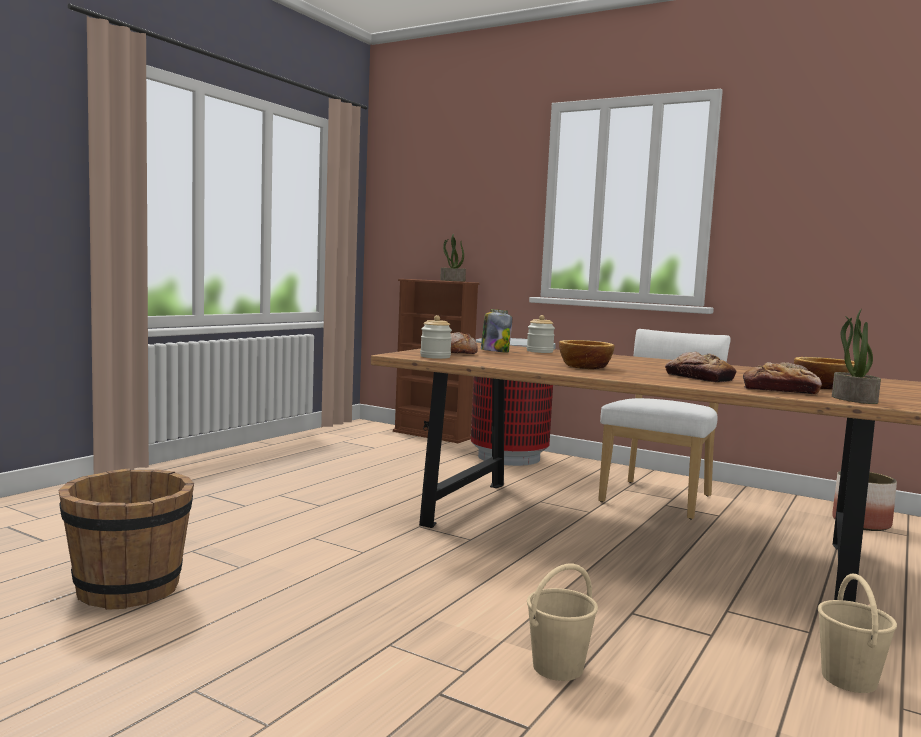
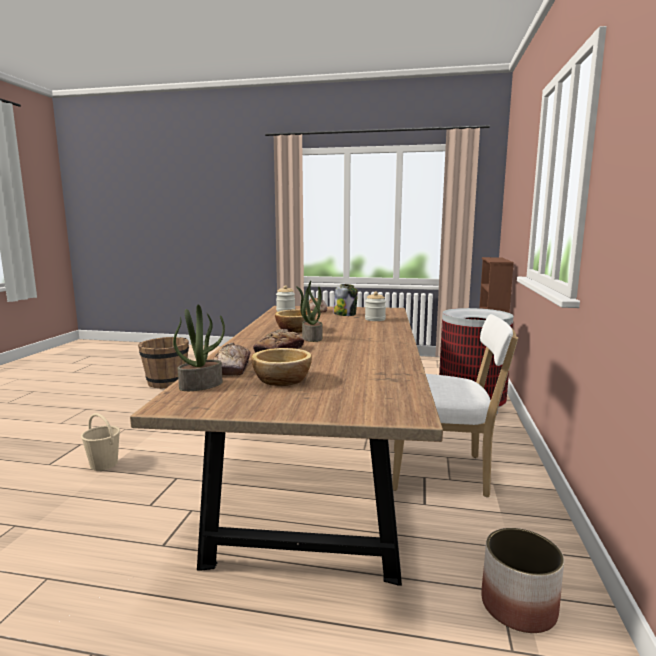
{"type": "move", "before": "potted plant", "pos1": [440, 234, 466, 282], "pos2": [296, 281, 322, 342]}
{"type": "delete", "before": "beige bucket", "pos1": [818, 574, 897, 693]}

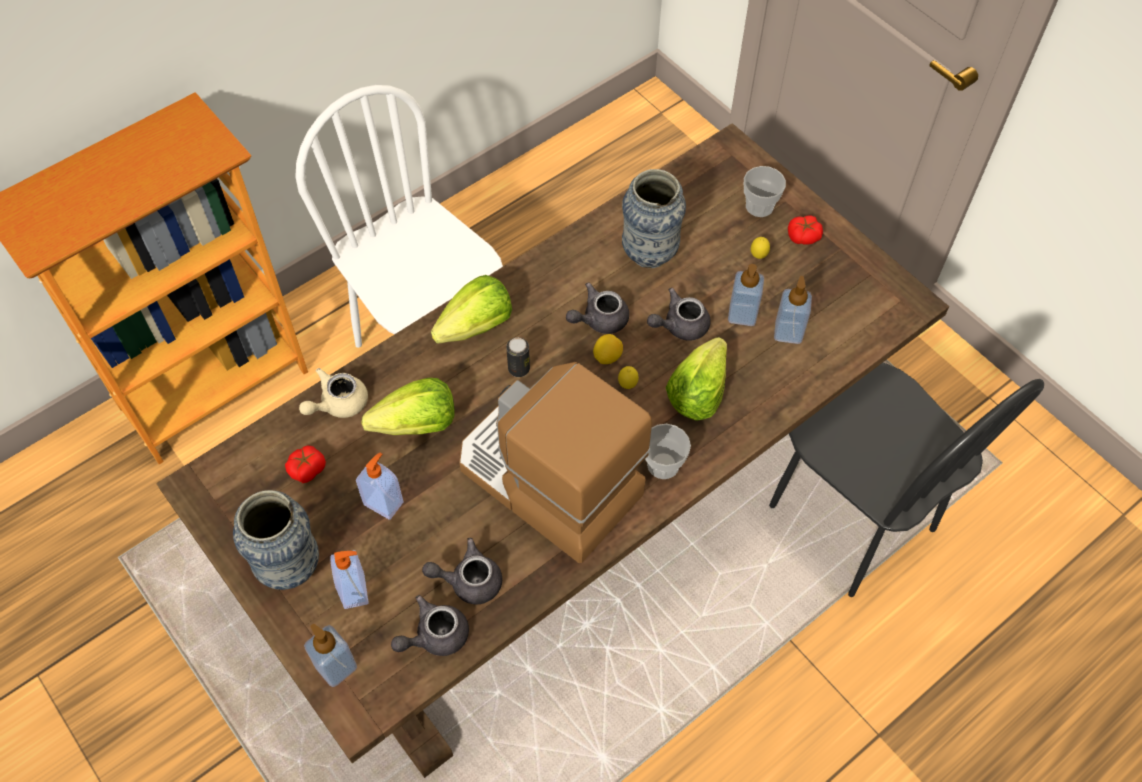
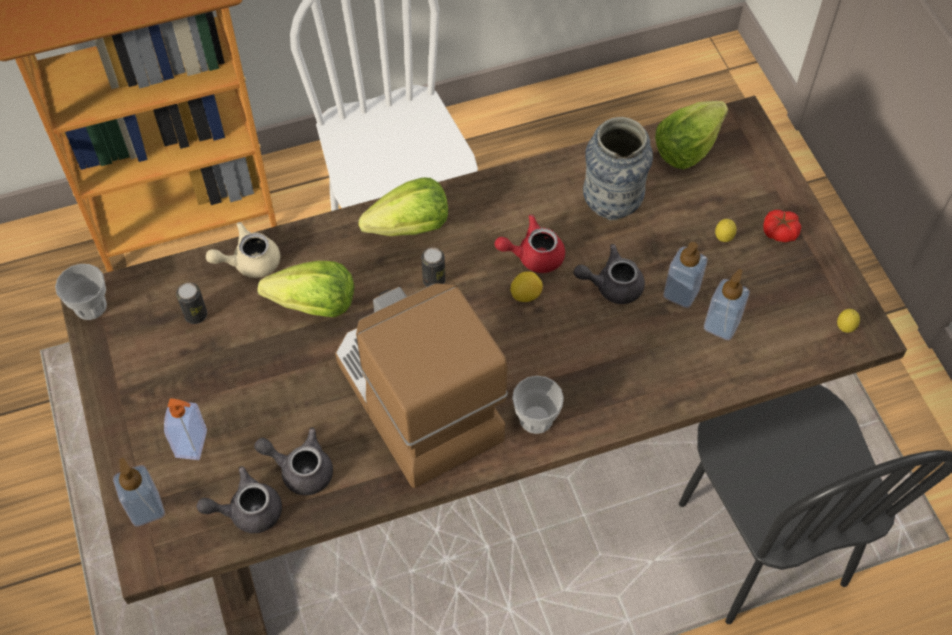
{"type": "move", "before": "cup", "pos1": [744, 166, 786, 217], "pos2": [55, 264, 107, 320]}
{"type": "replace", "before": "tomato", "after": "can", "pos1": [285, 445, 326, 483], "pos2": [176, 283, 207, 324]}
{"type": "recolor", "before": "grey teapot", "after": "red teapot", "pos1": [566, 282, 629, 334], "pos2": [495, 215, 565, 273]}
{"type": "move", "before": "lettuce", "pos1": [665, 337, 727, 421], "pos2": [655, 101, 728, 170]}
{"type": "move", "before": "lemon", "pos1": [618, 366, 639, 389], "pos2": [837, 309, 860, 333]}
{"type": "delete", "before": "vase", "pos1": [233, 490, 319, 590]}
{"type": "delete", "before": "soap dispenser", "pos1": [356, 453, 404, 520]}

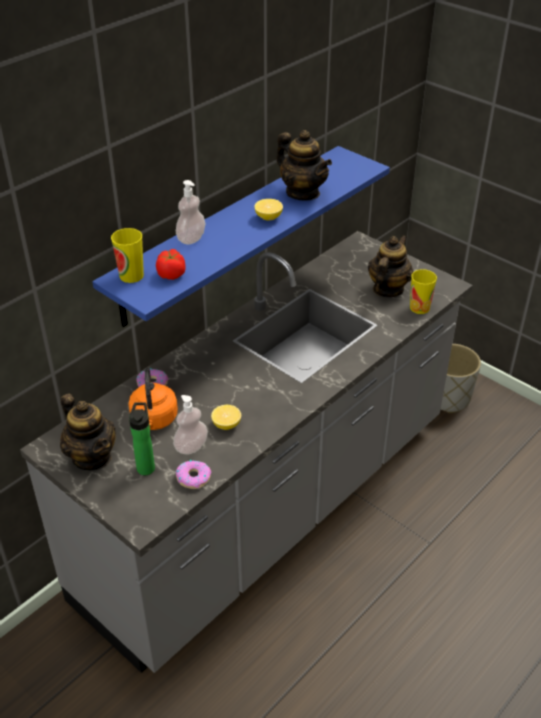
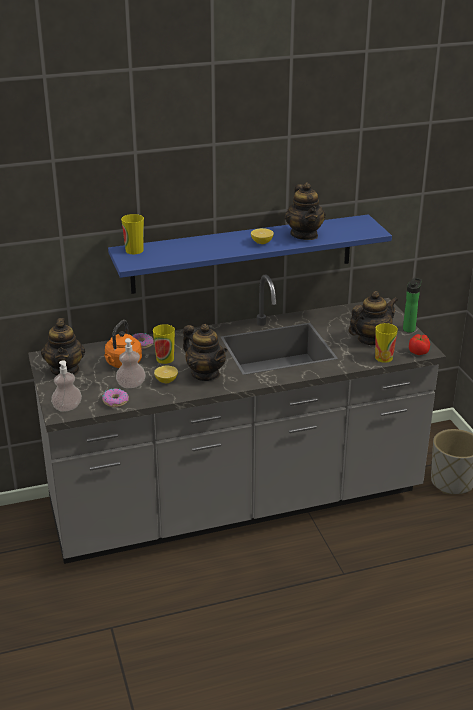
{"type": "move", "before": "soap dispenser", "pos1": [176, 180, 205, 245], "pos2": [51, 360, 82, 412]}
{"type": "insert", "after": "cup", "pos2": [153, 324, 175, 364]}
{"type": "insert", "after": "teapot", "pos2": [183, 324, 228, 381]}
{"type": "move", "before": "bottle", "pos1": [129, 402, 155, 475], "pos2": [403, 278, 422, 333]}
{"type": "move", "before": "tomato", "pos1": [156, 249, 186, 280], "pos2": [409, 334, 430, 355]}

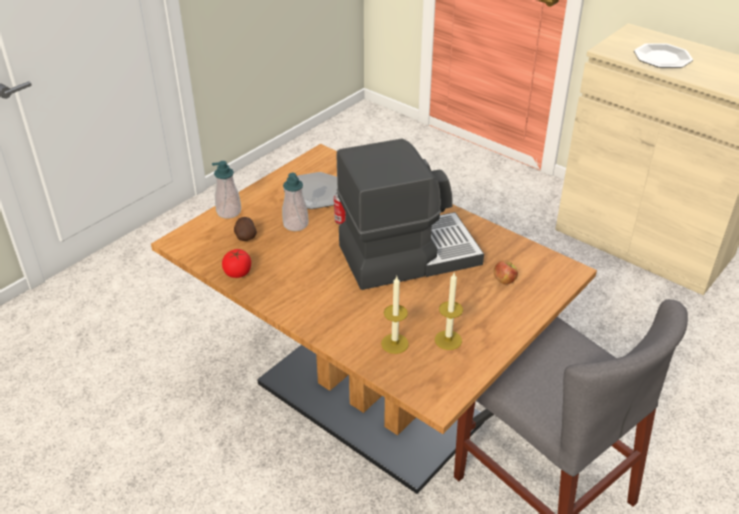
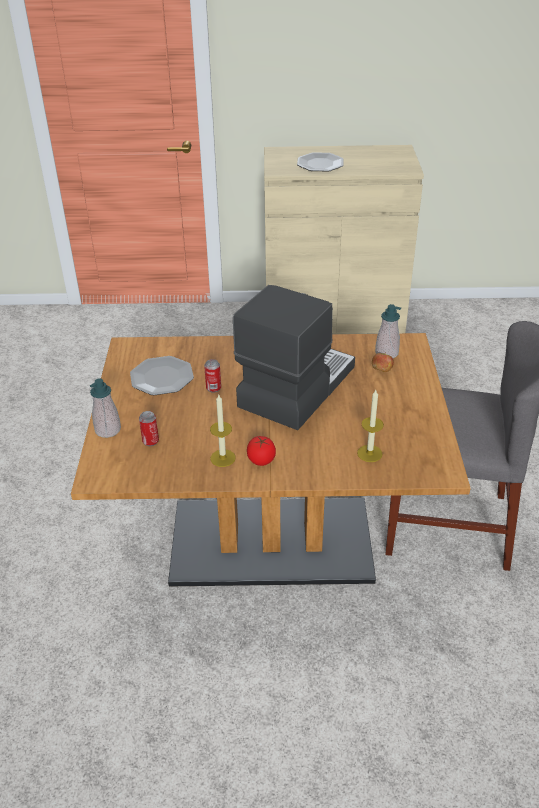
{"type": "replace", "before": "potato", "after": "can", "pos1": [234, 217, 257, 241], "pos2": [139, 411, 159, 446]}
{"type": "move", "before": "candle", "pos1": [435, 273, 463, 350], "pos2": [210, 395, 236, 467]}
{"type": "move", "before": "tomato", "pos1": [222, 249, 251, 278], "pos2": [247, 436, 276, 466]}
{"type": "move", "before": "soap dispenser", "pos1": [282, 173, 309, 231], "pos2": [375, 304, 401, 358]}

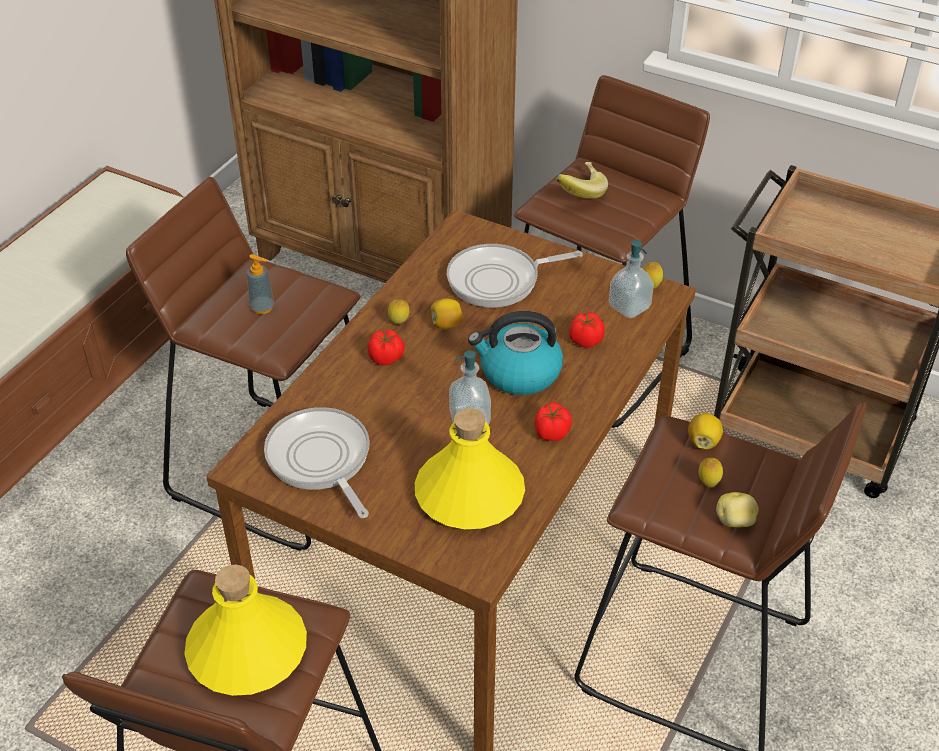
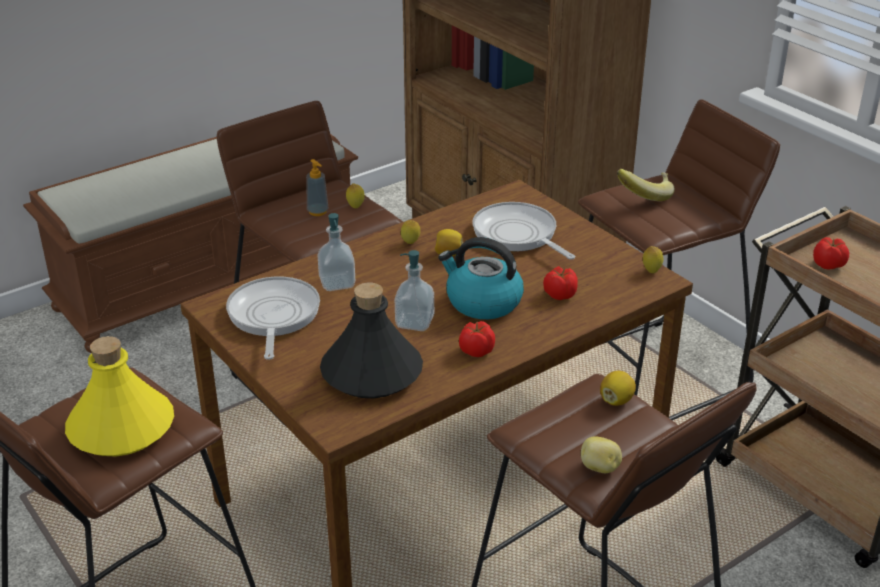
{"type": "move", "before": "soap dispenser", "pos1": [609, 240, 654, 319], "pos2": [317, 213, 355, 291]}
{"type": "recolor", "before": "yellow bottle", "after": "black bottle", "pos1": [415, 408, 525, 529], "pos2": [320, 282, 423, 398]}
{"type": "move", "before": "lemon", "pos1": [699, 458, 723, 487], "pos2": [346, 183, 365, 209]}
{"type": "rotate", "before": "frying pan", "pos1": [447, 244, 583, 307], "pos2": [472, 202, 575, 260], "turn": 45}
{"type": "move", "before": "tomato", "pos1": [367, 330, 405, 366], "pos2": [813, 237, 849, 269]}

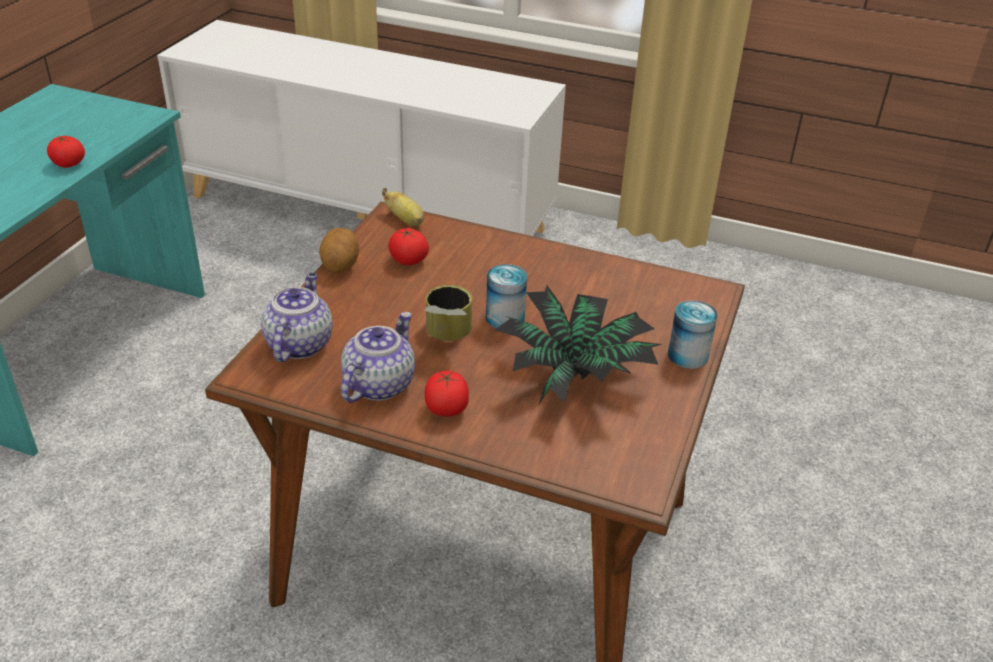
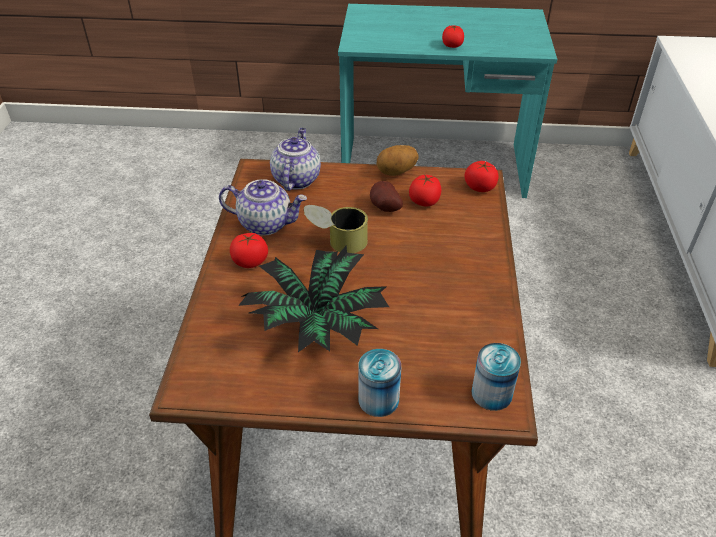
{"type": "rotate", "before": "teapot", "pos1": [261, 273, 333, 362], "pos2": [270, 128, 321, 191], "turn": -75}
{"type": "insert", "after": "potato", "pos2": [370, 181, 403, 212]}
{"type": "replace", "before": "banana", "after": "tomato", "pos1": [382, 188, 424, 226], "pos2": [465, 161, 499, 192]}
{"type": "move", "before": "can", "pos1": [486, 264, 527, 328], "pos2": [472, 343, 521, 411]}

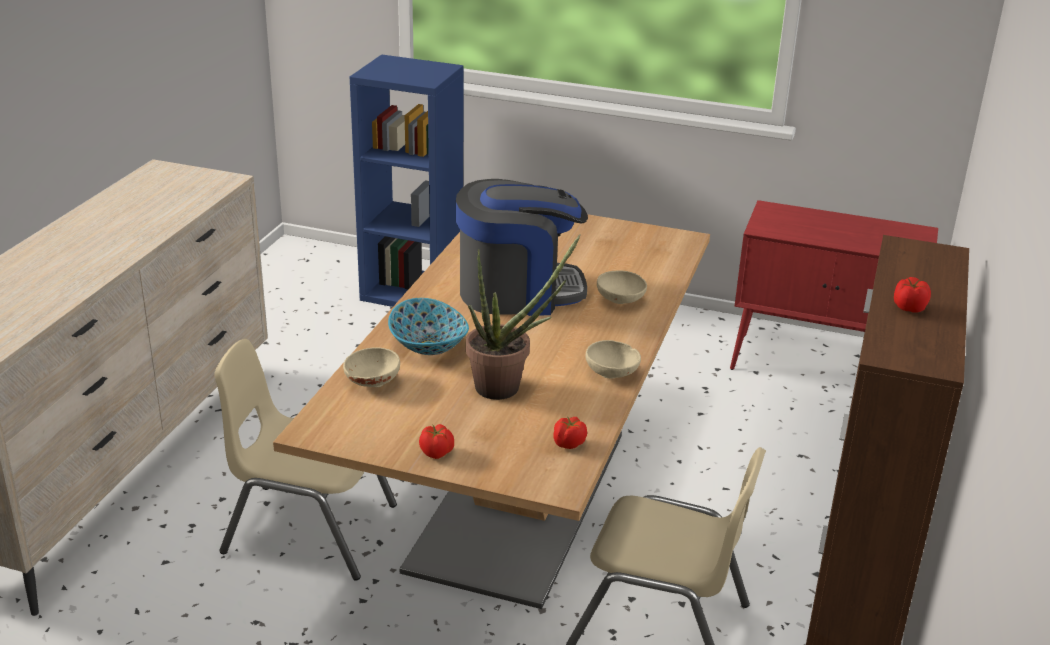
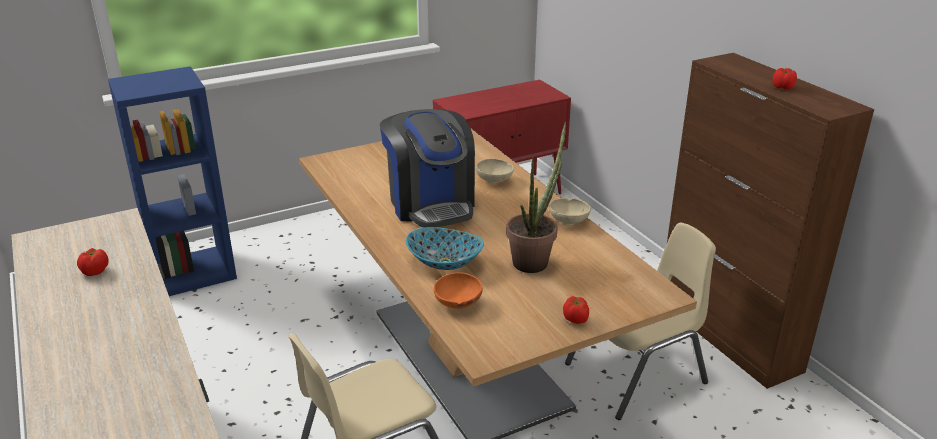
{"type": "move", "before": "tomato", "pos1": [553, 417, 587, 449], "pos2": [77, 248, 109, 276]}
{"type": "rotate", "before": "coffee machine", "pos1": [456, 179, 588, 316], "pos2": [380, 109, 475, 228], "turn": 120}
{"type": "recolor", "before": "beige bowl", "after": "orange bowl", "pos1": [343, 347, 400, 387], "pos2": [434, 272, 483, 309]}

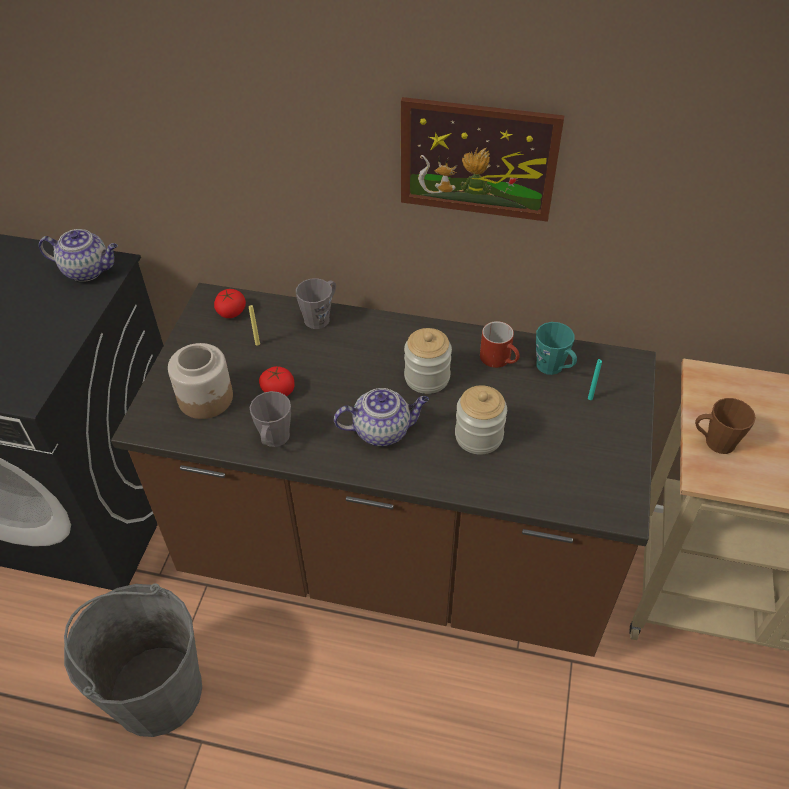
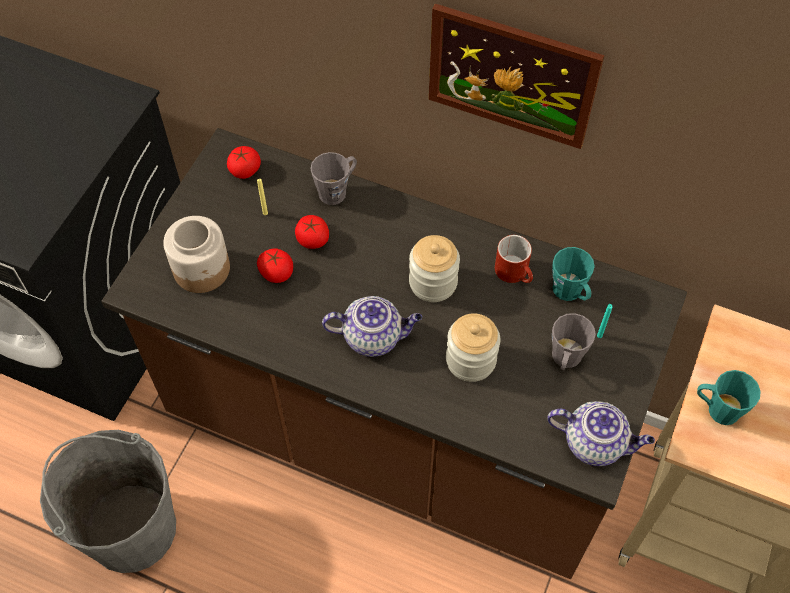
{"type": "insert", "after": "tomato", "pos2": [295, 215, 329, 249]}
{"type": "move", "before": "teapot", "pos1": [39, 229, 118, 282], "pos2": [547, 401, 655, 466]}
{"type": "move", "before": "grey mug", "pos1": [249, 391, 291, 447], "pos2": [552, 313, 596, 370]}
{"type": "recolor", "before": "brown mug", "after": "turquoise mug", "pos1": [695, 398, 756, 454], "pos2": [697, 370, 761, 425]}

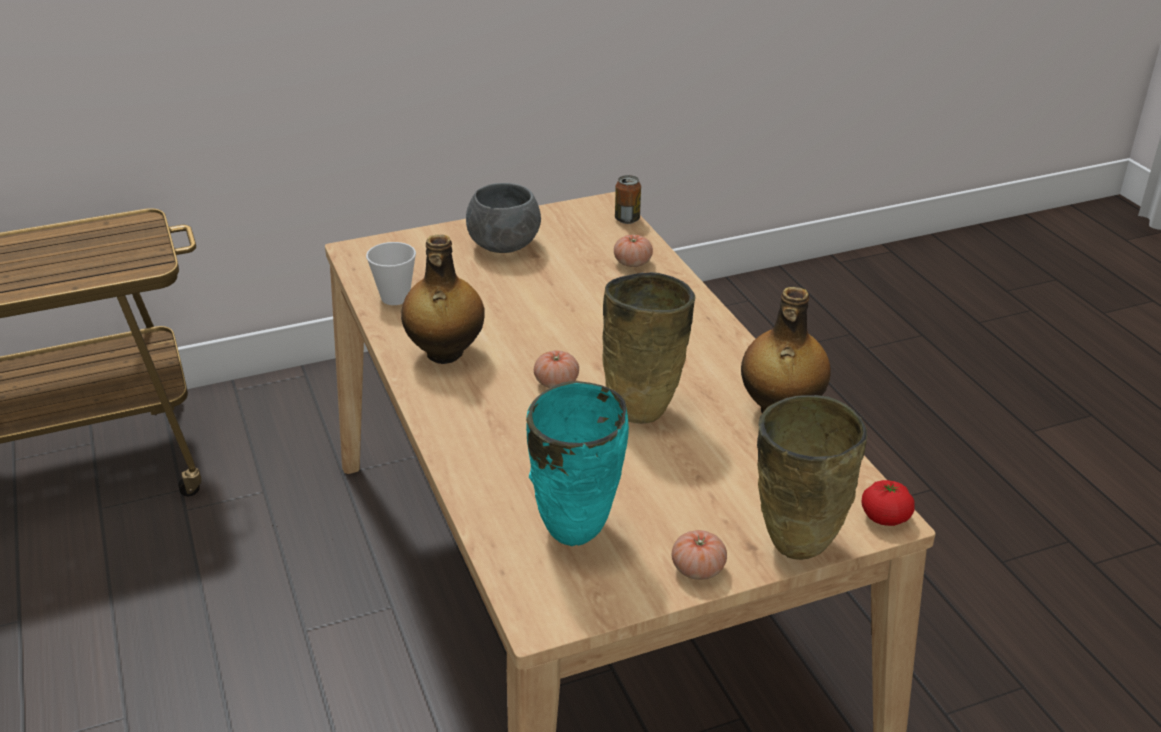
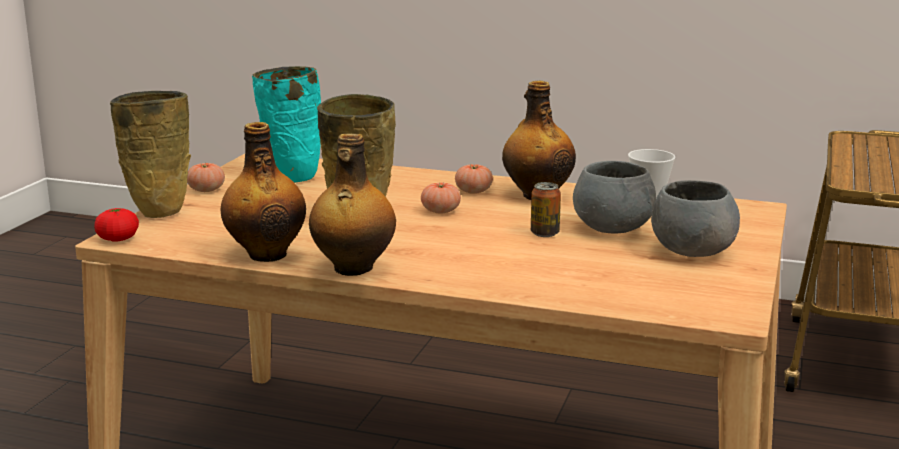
{"type": "insert", "after": "bottle", "pos2": [309, 134, 396, 276]}
{"type": "move", "before": "tomato", "pos1": [614, 235, 653, 267], "pos2": [455, 164, 493, 194]}
{"type": "move", "before": "can", "pos1": [615, 175, 641, 224], "pos2": [531, 182, 561, 237]}
{"type": "insert", "after": "grey bowl", "pos2": [573, 161, 656, 234]}

